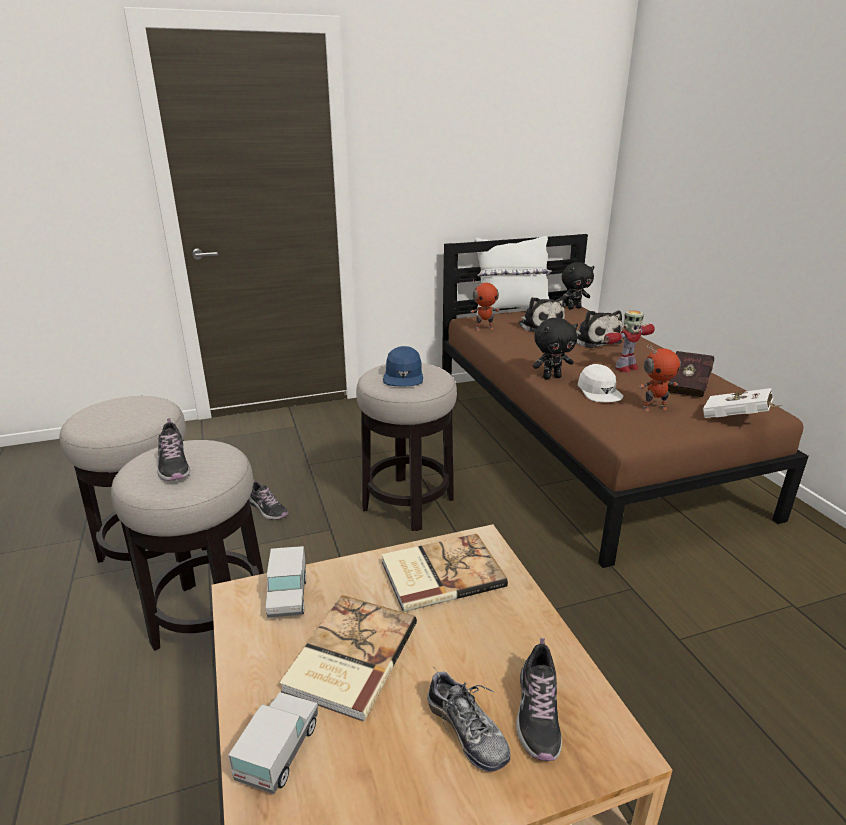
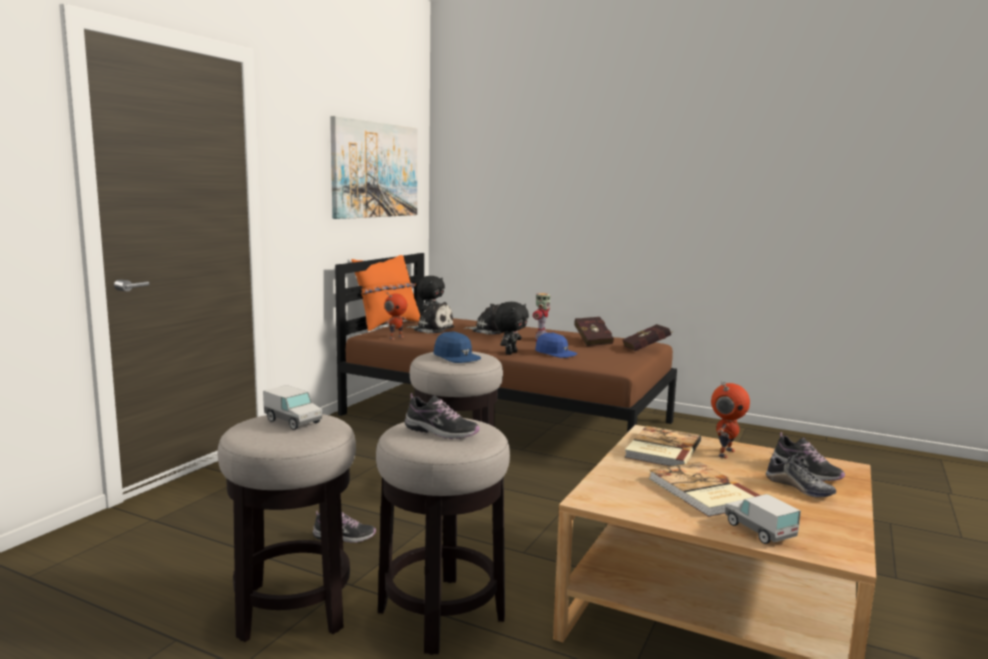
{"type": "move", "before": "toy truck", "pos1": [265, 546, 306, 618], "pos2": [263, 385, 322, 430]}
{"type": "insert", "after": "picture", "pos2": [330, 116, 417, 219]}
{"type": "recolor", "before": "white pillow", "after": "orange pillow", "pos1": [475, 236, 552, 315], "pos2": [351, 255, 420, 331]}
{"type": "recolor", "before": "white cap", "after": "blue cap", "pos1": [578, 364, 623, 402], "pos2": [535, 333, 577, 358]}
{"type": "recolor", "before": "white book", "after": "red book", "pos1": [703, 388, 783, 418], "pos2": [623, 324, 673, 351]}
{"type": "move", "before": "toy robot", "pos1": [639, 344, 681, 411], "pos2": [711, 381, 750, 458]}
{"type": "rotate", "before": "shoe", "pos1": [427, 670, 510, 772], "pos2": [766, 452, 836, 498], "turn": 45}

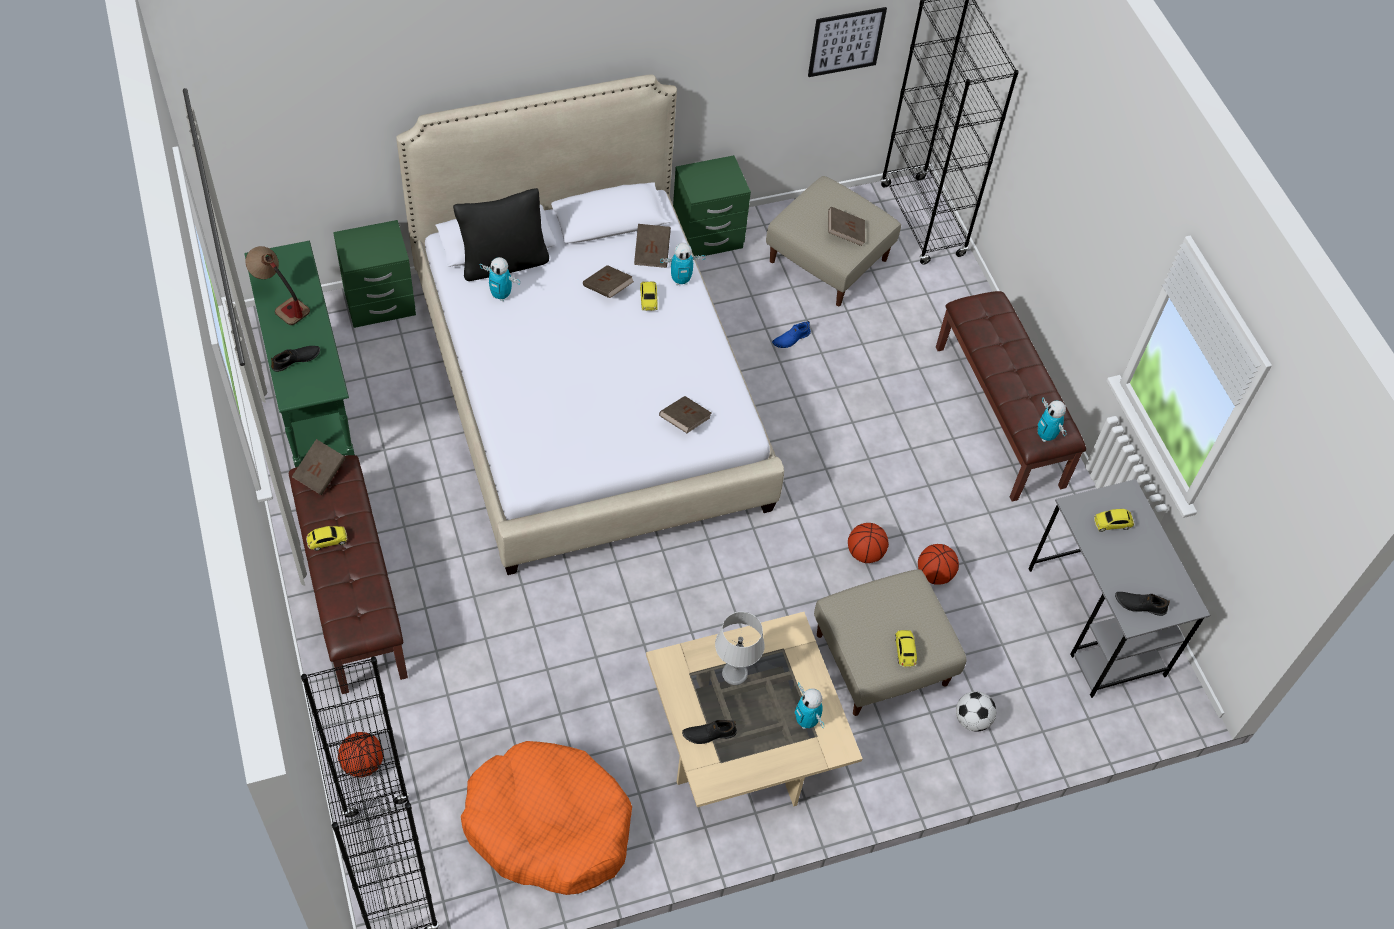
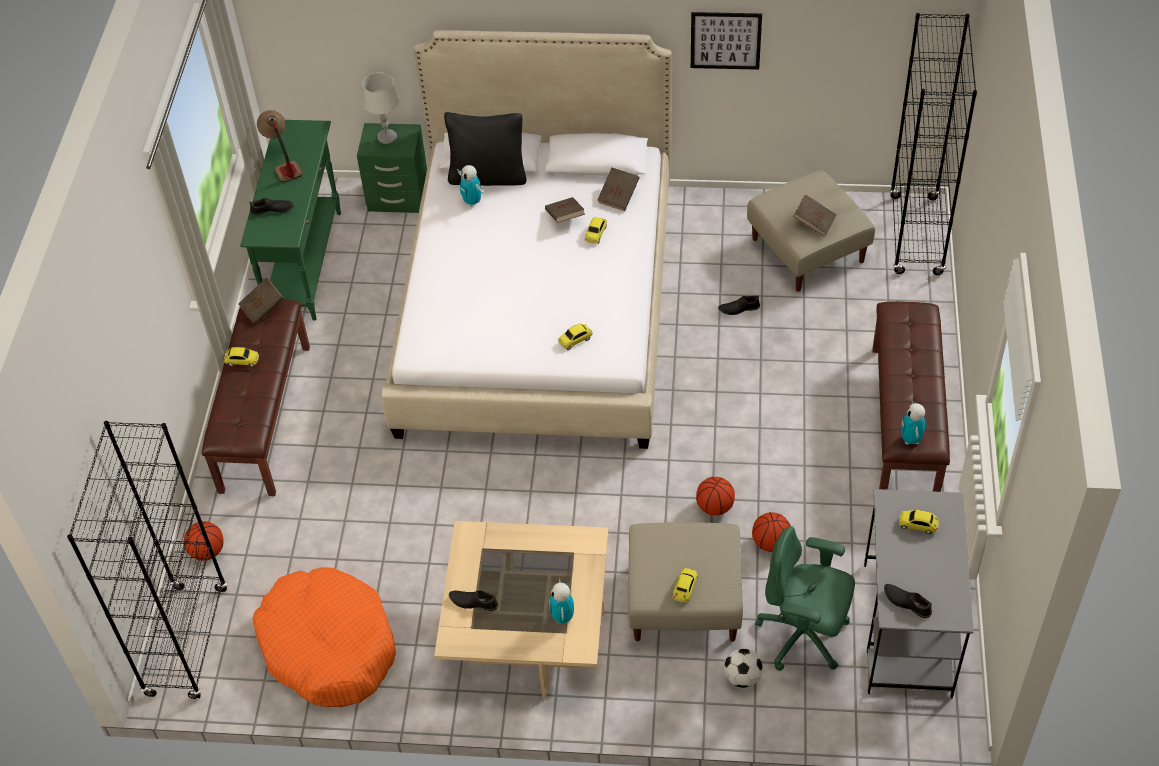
{"type": "move", "before": "grey table lamp", "pos1": [715, 612, 765, 685], "pos2": [362, 73, 400, 144]}
{"type": "replace", "before": "brown book", "after": "toy car", "pos1": [659, 396, 711, 433], "pos2": [558, 324, 593, 350]}
{"type": "move", "before": "picture", "pos1": [808, 7, 887, 77], "pos2": [691, 12, 762, 70]}
{"type": "recolor", "before": "blue shoe", "after": "black shoe", "pos1": [772, 321, 811, 348], "pos2": [718, 295, 760, 315]}
{"type": "insert", "after": "green office chair", "pos2": [755, 526, 855, 671]}
{"type": "delete", "before": "toy robot", "pos1": [660, 243, 705, 285]}
{"type": "delete", "before": "green nightstand", "pos1": [673, 155, 751, 256]}

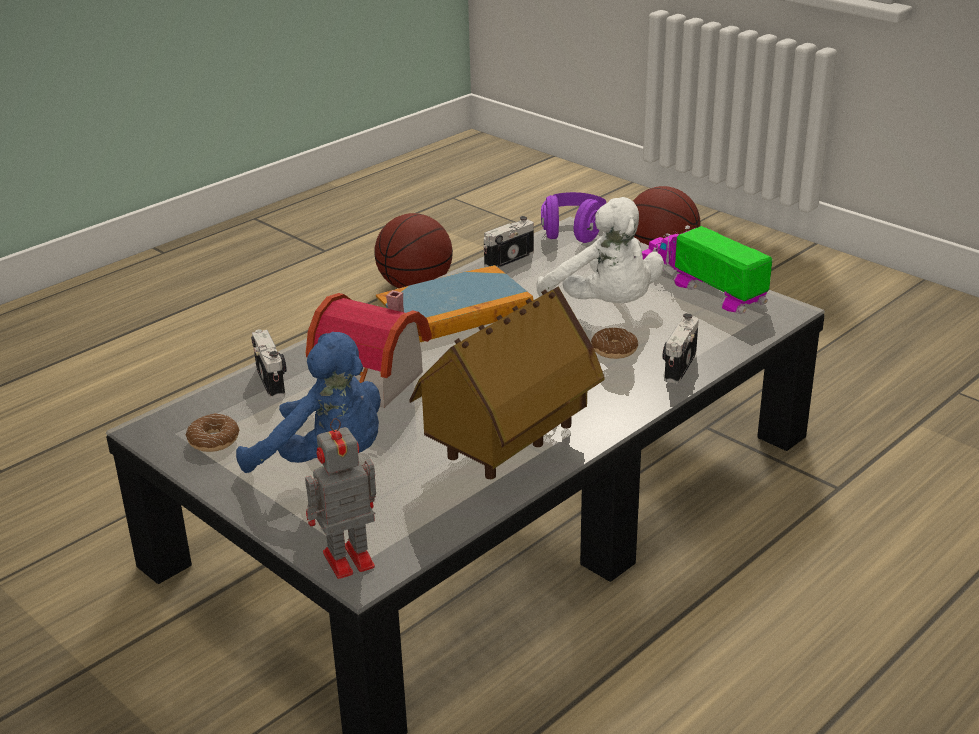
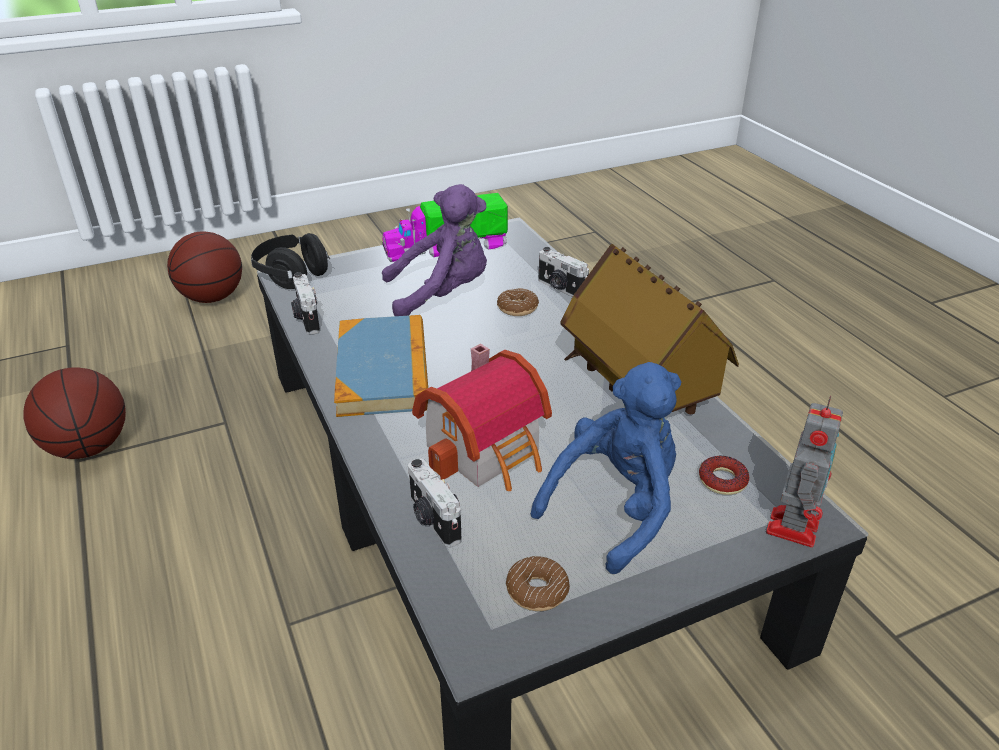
{"type": "recolor", "before": "purple headphones", "after": "black headphones", "pos1": [541, 192, 606, 243], "pos2": [251, 233, 330, 289]}
{"type": "recolor", "before": "white plush toy", "after": "purple plush toy", "pos1": [537, 197, 664, 303], "pos2": [382, 184, 487, 316]}
{"type": "rotate", "before": "photo camera", "pos1": [251, 329, 287, 399], "pos2": [408, 459, 462, 547], "turn": -120}
{"type": "insert", "after": "donut", "pos2": [699, 456, 749, 495]}
{"type": "rotate", "before": "toy robot", "pos1": [305, 418, 376, 579], "pos2": [766, 396, 843, 548], "turn": -150}

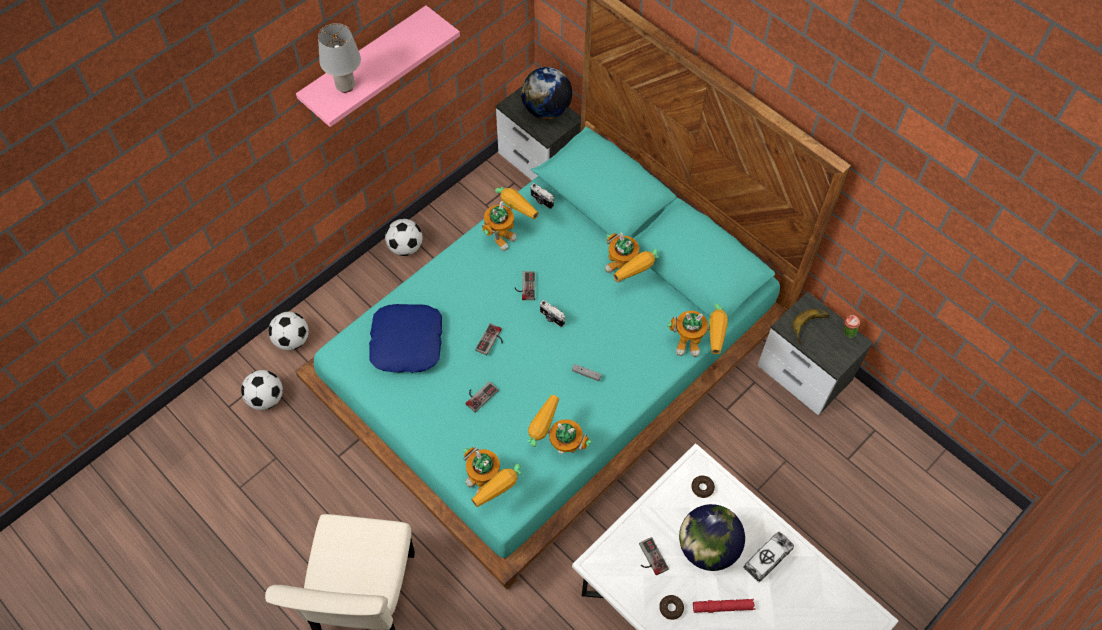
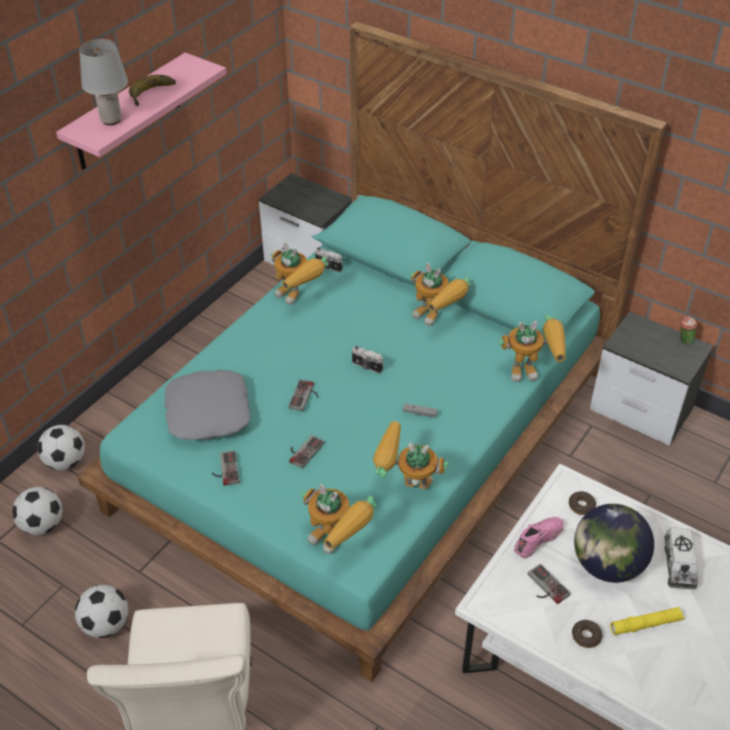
{"type": "move", "before": "football", "pos1": [385, 219, 423, 256], "pos2": [75, 585, 128, 638]}
{"type": "move", "before": "banana", "pos1": [792, 309, 829, 345], "pos2": [129, 75, 176, 106]}
{"type": "recolor", "before": "blue pillow", "after": "grey pillow", "pos1": [369, 304, 442, 373], "pos2": [164, 370, 250, 440]}
{"type": "move", "before": "game controller", "pos1": [515, 271, 535, 300], "pos2": [212, 451, 240, 486]}
{"type": "rotate", "before": "toy robot", "pos1": [482, 187, 539, 251], "pos2": [271, 242, 328, 305], "turn": 105}
{"type": "insert", "after": "pink shoe", "pos2": [514, 517, 564, 558]}
{"type": "recolor", "before": "red flashlight", "after": "yellow flashlight", "pos1": [693, 599, 756, 613], "pos2": [610, 607, 685, 635]}
{"type": "rotate", "before": "toy truck", "pos1": [743, 532, 794, 582], "pos2": [664, 527, 698, 589], "turn": 150}
{"type": "delete", "before": "globe", "pos1": [521, 67, 572, 119]}

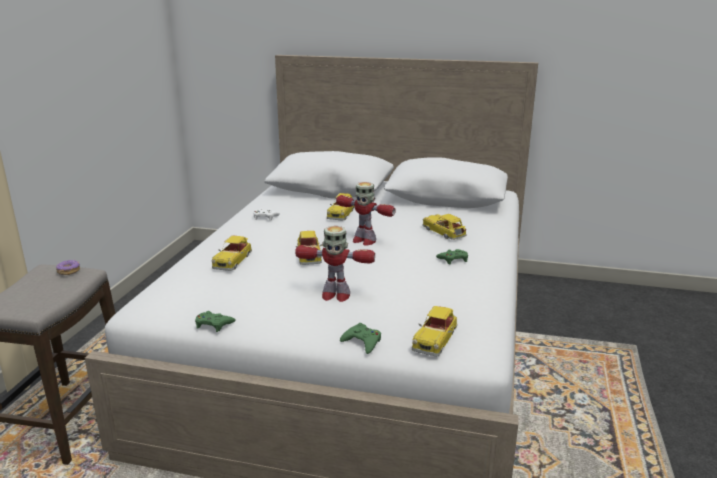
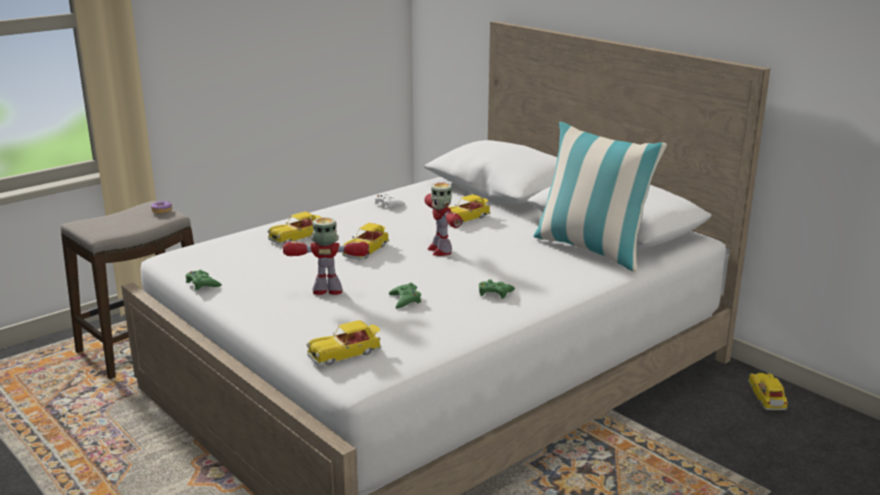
{"type": "rotate", "before": "toy robot", "pos1": [295, 226, 375, 302], "pos2": [283, 217, 369, 295], "turn": 135}
{"type": "move", "before": "green game controller", "pos1": [340, 323, 381, 354], "pos2": [389, 283, 421, 308]}
{"type": "insert", "after": "pillow", "pos2": [533, 122, 667, 272]}
{"type": "move", "before": "toy car", "pos1": [423, 214, 467, 240], "pos2": [748, 373, 787, 410]}

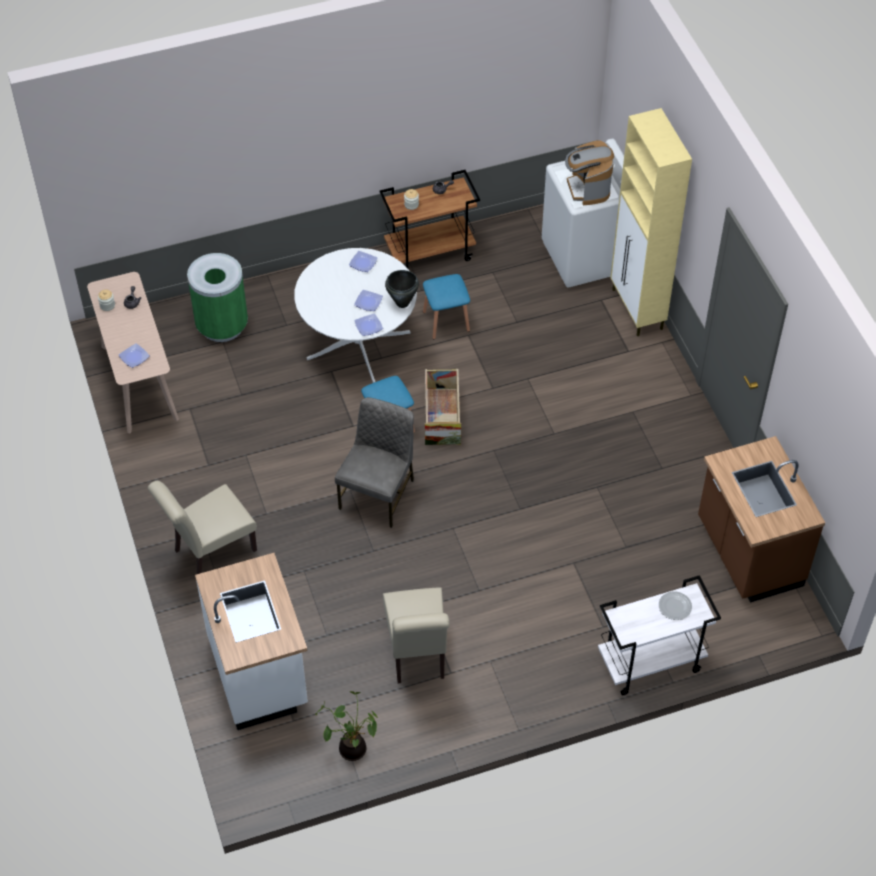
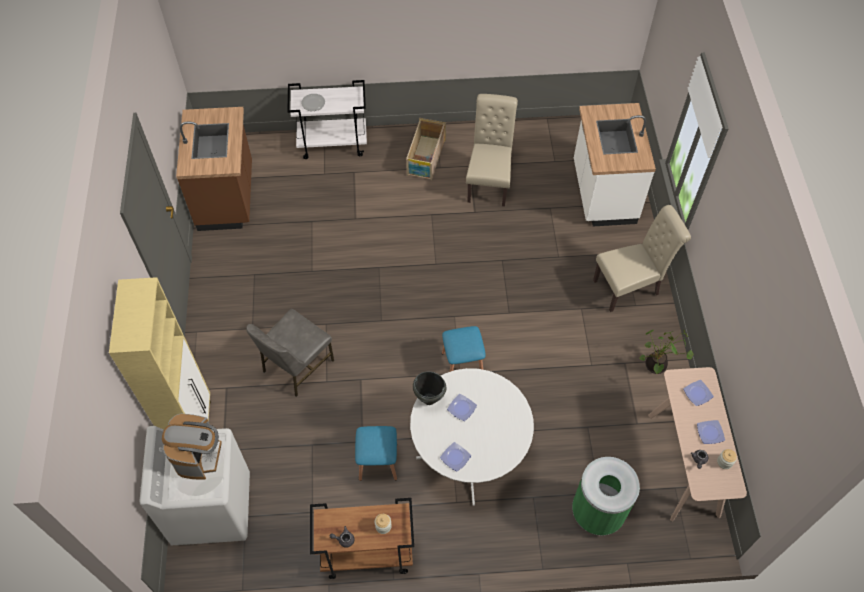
{"type": "move", "before": "grey chair", "pos1": [335, 397, 414, 528], "pos2": [246, 309, 334, 397]}
{"type": "move", "before": "crate", "pos1": [425, 369, 461, 445], "pos2": [406, 118, 446, 180]}
{"type": "move", "before": "potted plant", "pos1": [315, 691, 378, 761], "pos2": [640, 330, 693, 374]}
{"type": "move", "before": "plate", "pos1": [354, 314, 383, 336], "pos2": [697, 420, 725, 444]}

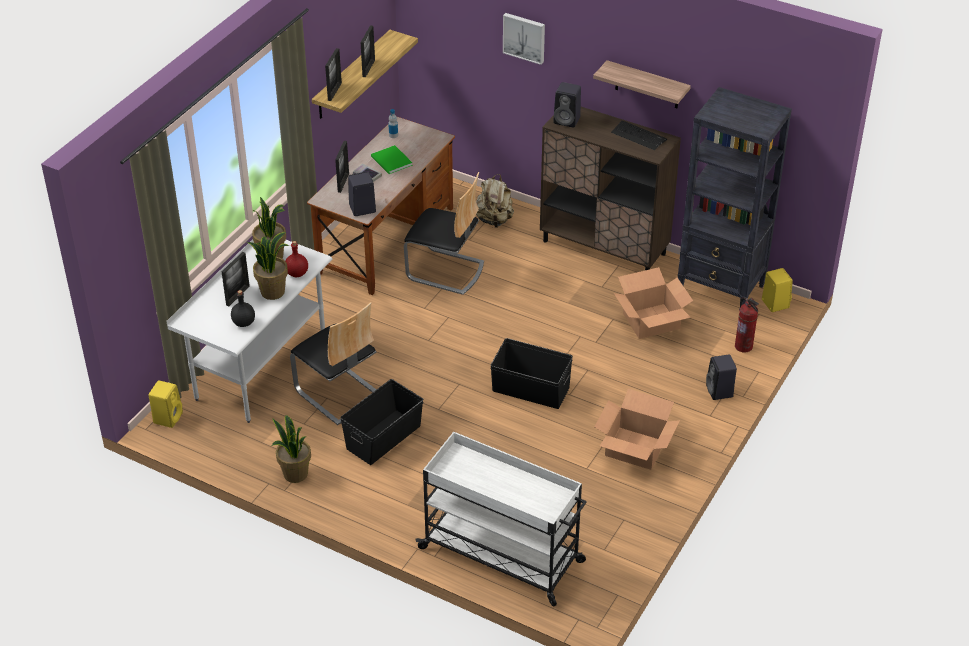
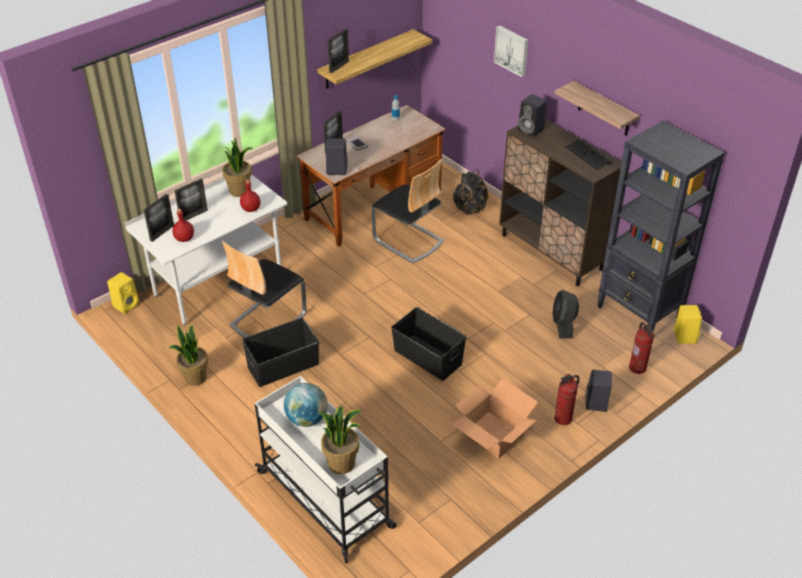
{"type": "move", "before": "picture frame", "pos1": [361, 25, 375, 77], "pos2": [144, 194, 174, 242]}
{"type": "recolor", "before": "black bottle", "after": "red bottle", "pos1": [231, 290, 255, 327], "pos2": [173, 209, 194, 242]}
{"type": "rotate", "before": "chair", "pos1": [290, 302, 377, 425], "pos2": [222, 241, 307, 338], "turn": 60}
{"type": "insert", "after": "globe", "pos2": [284, 383, 328, 427]}
{"type": "move", "before": "potted plant", "pos1": [247, 232, 289, 300], "pos2": [318, 406, 363, 474]}
{"type": "recolor", "before": "beige backpack", "after": "black backpack", "pos1": [476, 174, 514, 228], "pos2": [453, 170, 488, 215]}
{"type": "replace", "before": "cardboard box", "after": "black fan", "pos1": [614, 267, 693, 339], "pos2": [552, 290, 579, 338]}
{"type": "insert", "after": "fire extinguisher", "pos2": [554, 374, 579, 425]}
{"type": "delete", "before": "green book", "pos1": [371, 145, 413, 174]}

